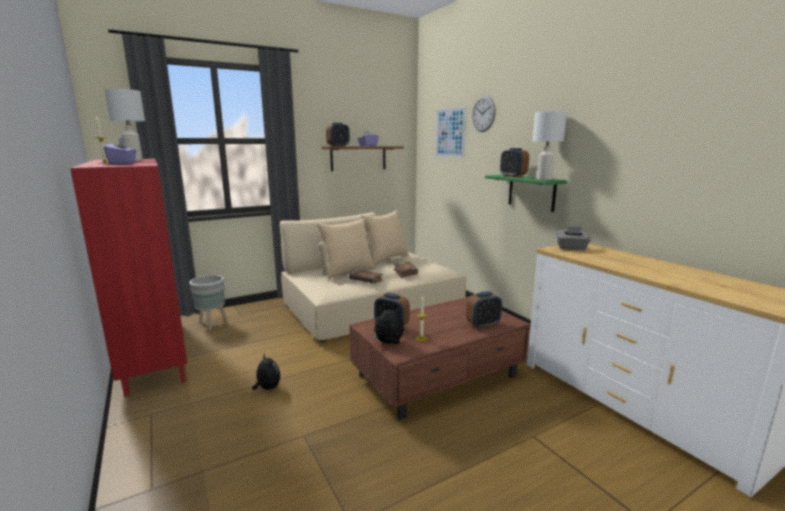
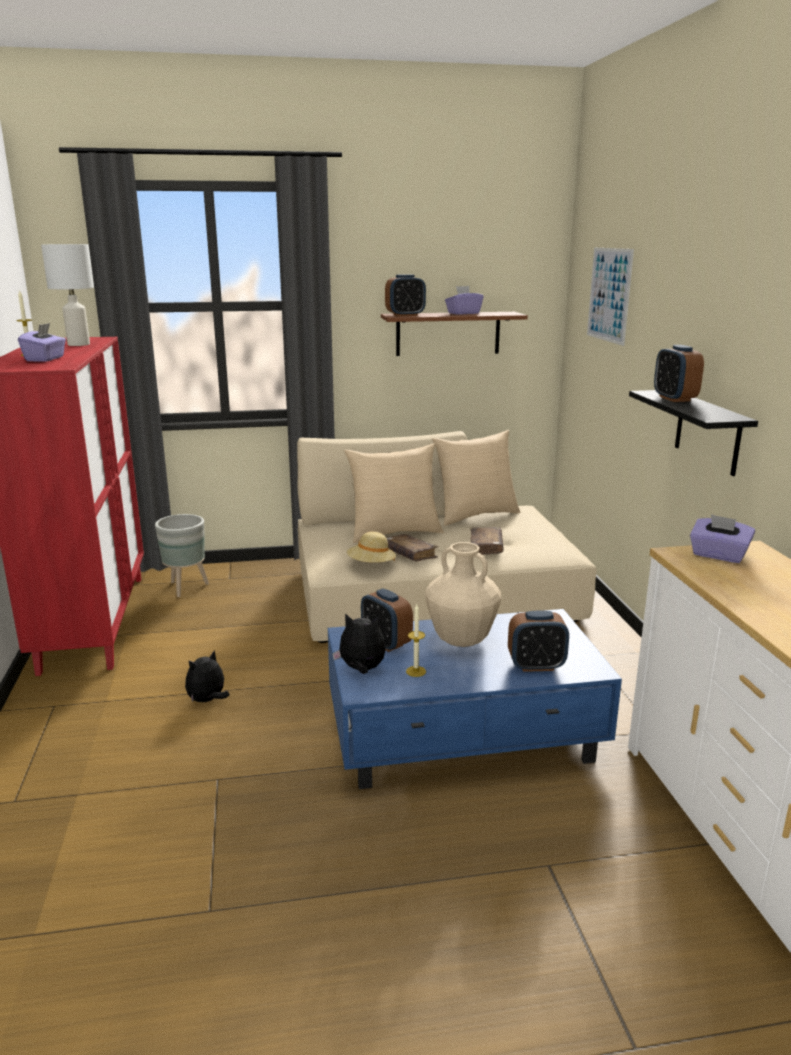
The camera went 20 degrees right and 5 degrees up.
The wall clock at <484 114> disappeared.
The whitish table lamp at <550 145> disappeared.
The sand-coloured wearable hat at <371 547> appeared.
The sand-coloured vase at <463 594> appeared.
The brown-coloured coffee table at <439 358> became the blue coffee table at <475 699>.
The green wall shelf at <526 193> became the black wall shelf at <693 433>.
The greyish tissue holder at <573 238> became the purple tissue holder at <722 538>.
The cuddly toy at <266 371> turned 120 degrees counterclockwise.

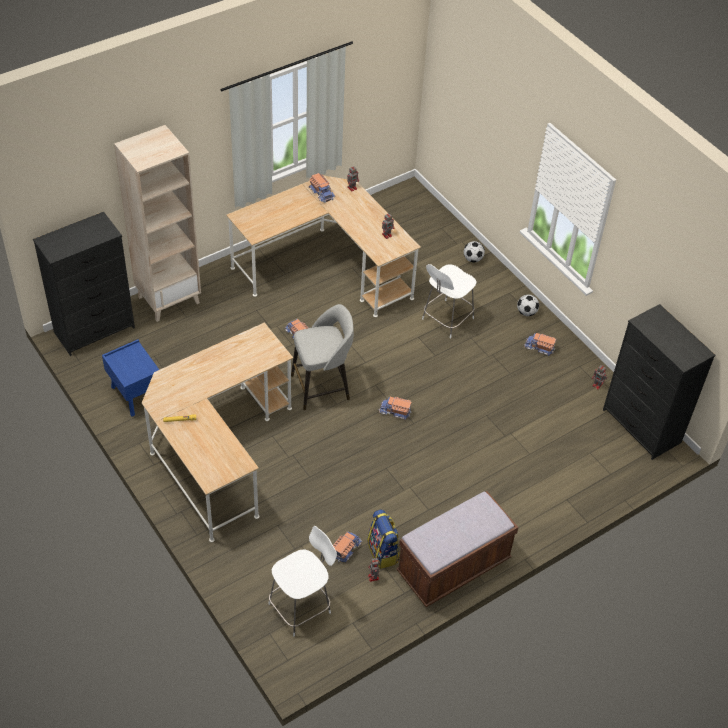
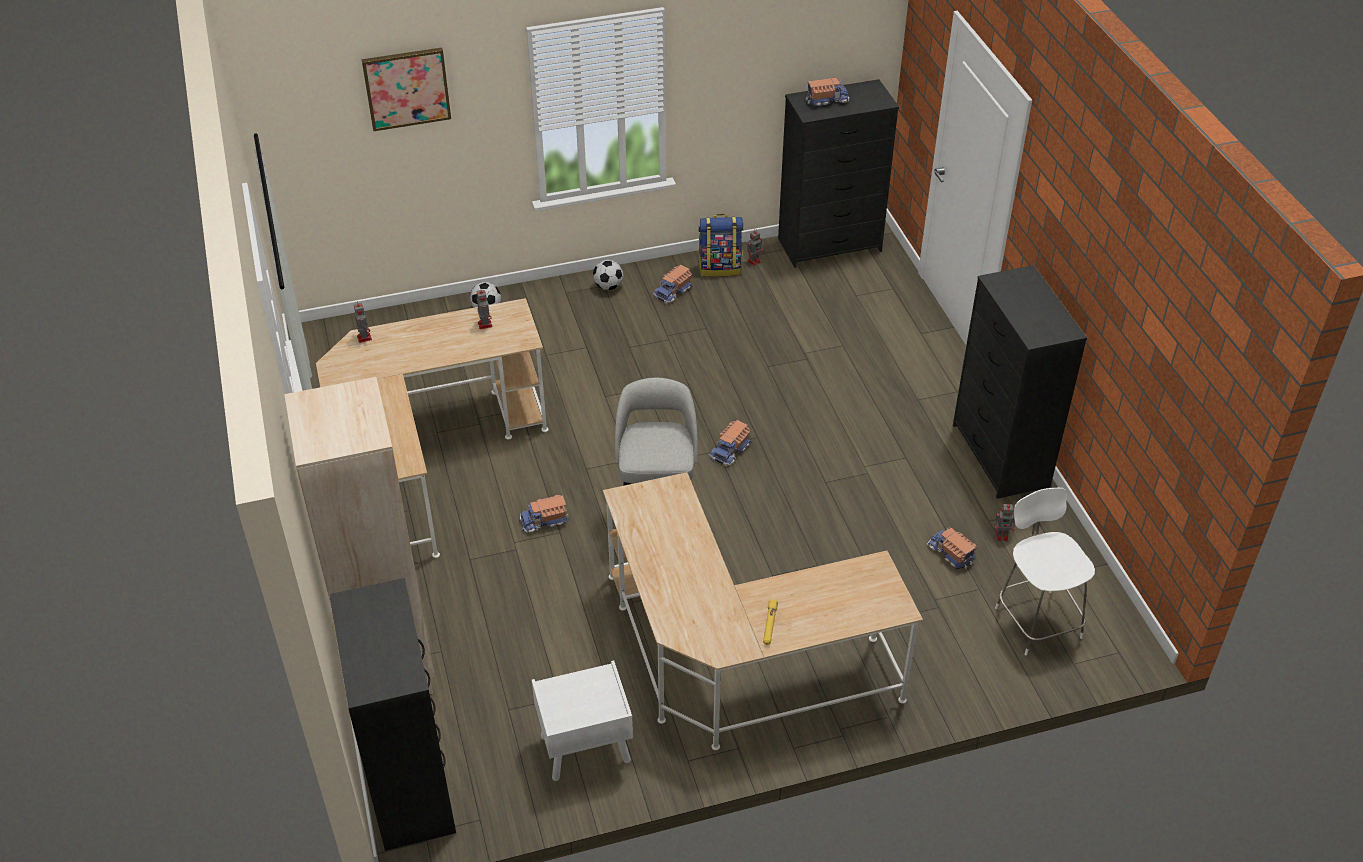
The camera went 70 degrees left and 5 degrees down.
The whitish chair at <449 301> disappeared.
The wall art at <406 89> appeared.
The toy lorry moved from <322 188> to <828 91>.
The backpack moved from <383 539> to <720 245>.
The brown-coloured bench at <457 549> was replaced by the black dresser at <1020 382>.
The blue night table at <130 378> became the whitish night table at <582 720>.

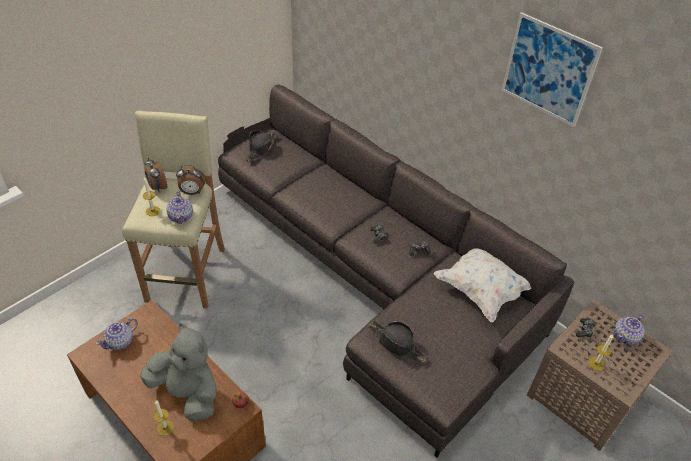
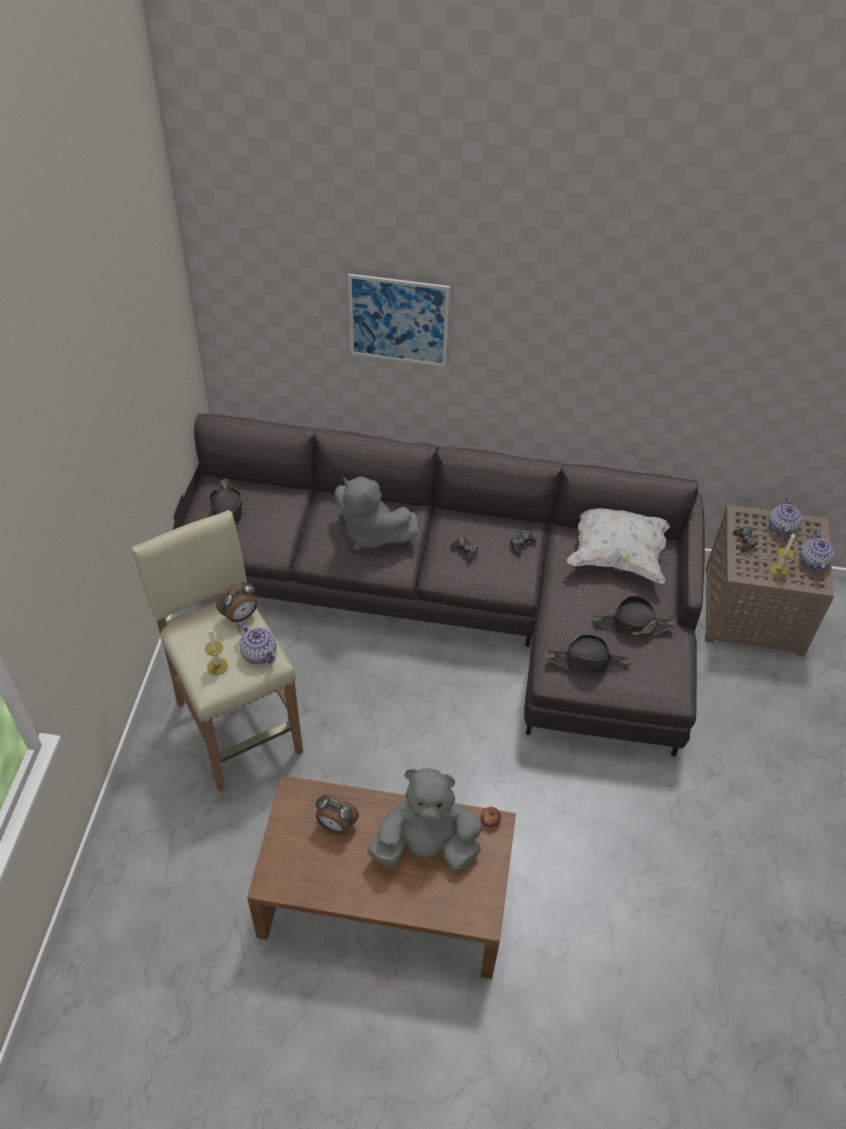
The camera went 35 degrees left and 5 degrees up.
The wax light at <163 418> disappeared.
The greyish cuddly toy at <377 513> appeared.
The black wearable hat at <634 615> appeared.
The teapot moved from <117 334> to <817 551>.
The bedside clock moved from <156 174> to <337 814>.
The wall art moved from <552 69> to <399 320>.

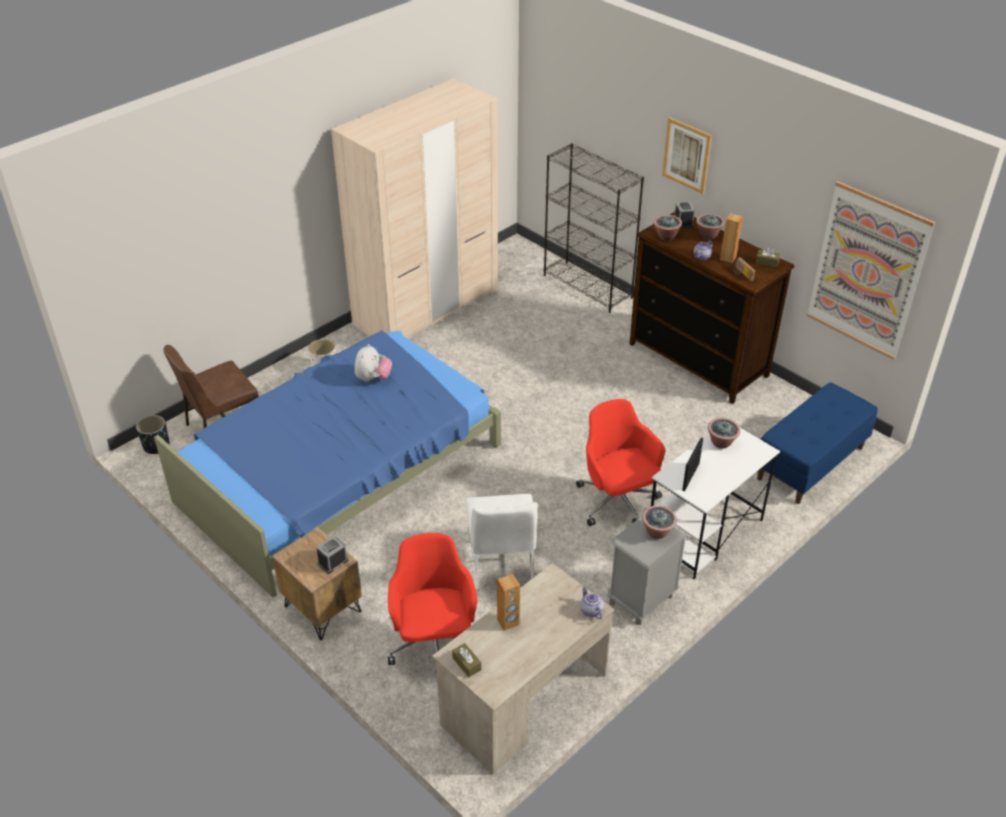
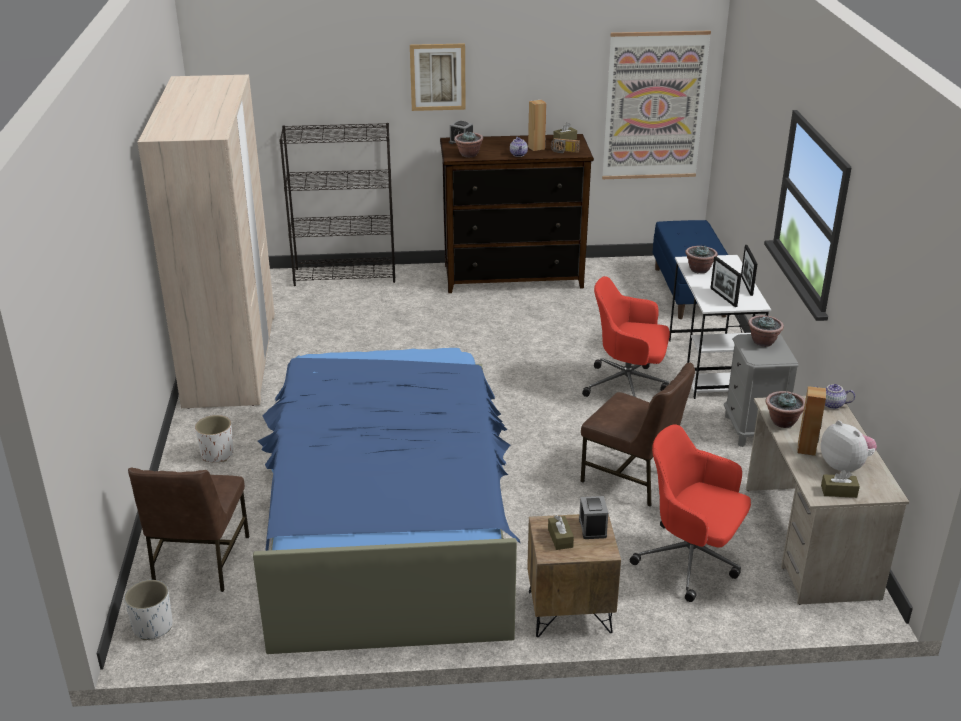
The camera went 50 degrees left and 10 degrees down.
The brown-coloured tissue holder at <561 532> appeared.
The photo frame at <749 270> appeared.
The cuddly toy moved from <373 363> to <848 446>.
The plant in a pot moved from <710 227> to <785 409>.
The black plant pot at <153 434> became the whitish plant pot at <148 610>.
The whitish chair at <501 542> became the brown-coloured chair at <637 435>.

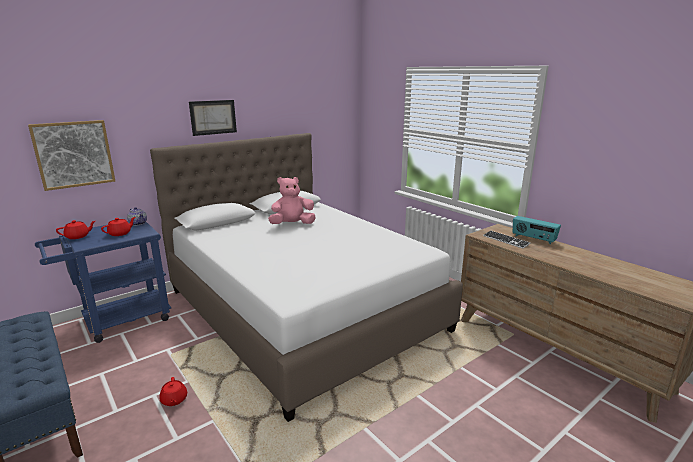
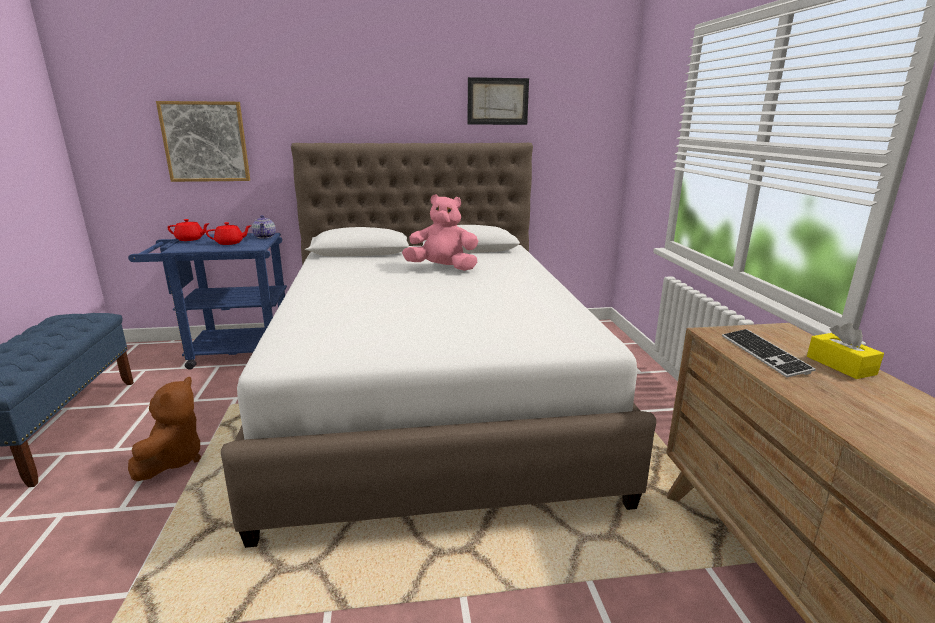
The camera went 30 degrees right and 0 degrees up.
The wall art moved from <213 118> to <498 101>.
The red teapot at <173 391> was replaced by the brown-coloured cuddly toy at <164 429>.
The radio at <537 230> was replaced by the yellow tissue holder at <845 351>.

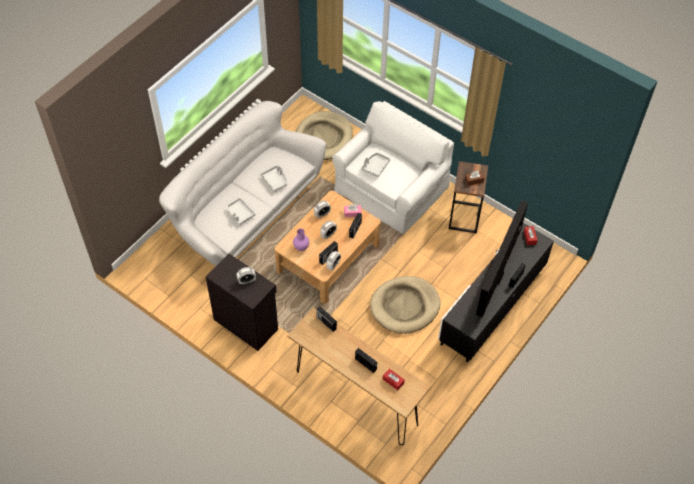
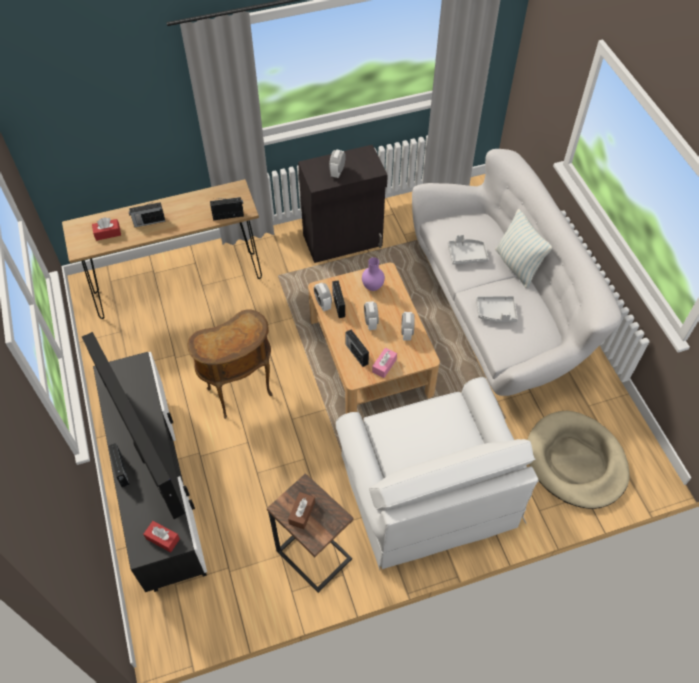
The camera went 125 degrees right and 0 degrees up.
The greyish tray at <375 165> disappeared.
The cushion at <524 248> appeared.
The sand-coloured dog cushion at <405 305> was replaced by the brown-coloured accent table at <230 364>.

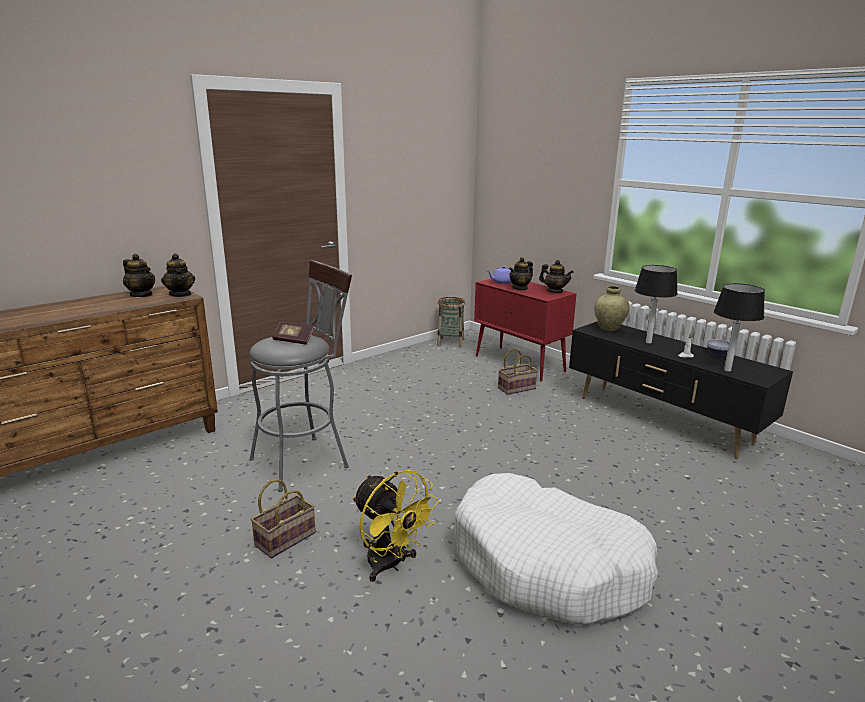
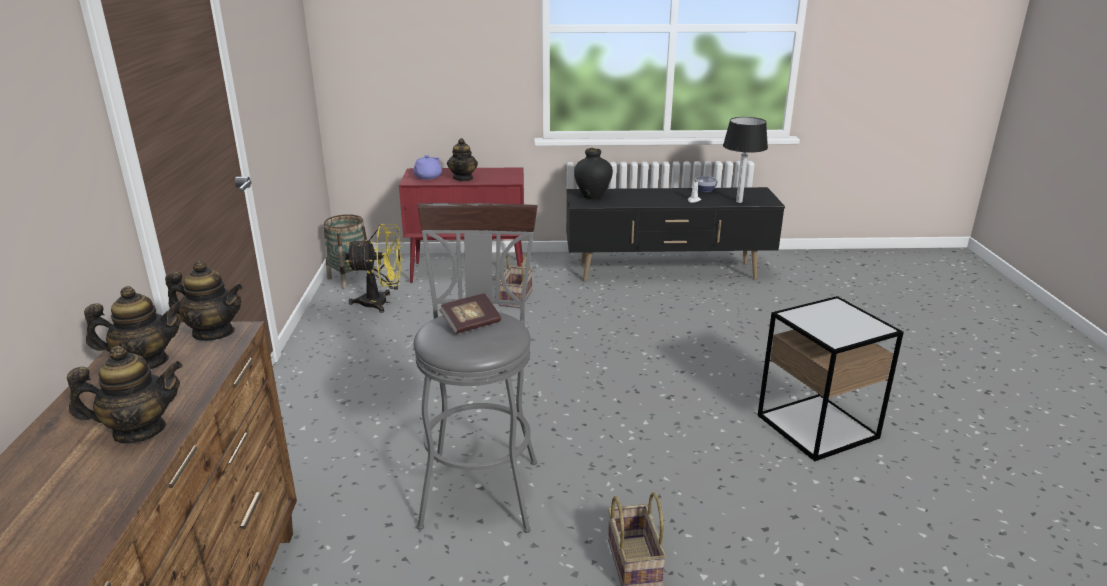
The camera went 50 degrees left and 5 degrees up.
The table lamp at <656 304> disappeared.
The yellow fan moved from <395 526> to <374 268>.
The teapot moved from <556 276> to <125 395>.
The whitish dog cushion at <556 549> was replaced by the accent table at <830 378>.
The sand-coloured vase at <612 308> became the black vase at <593 173>.

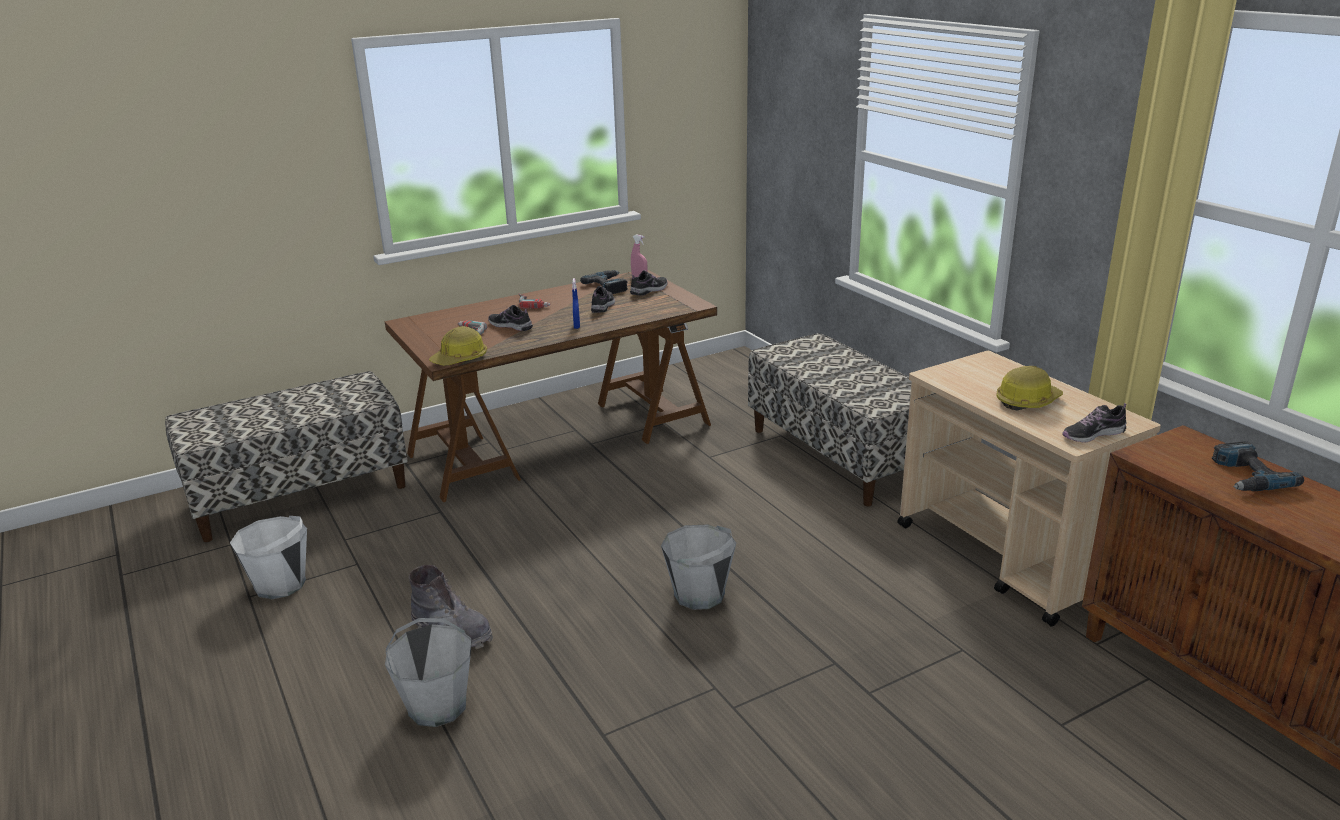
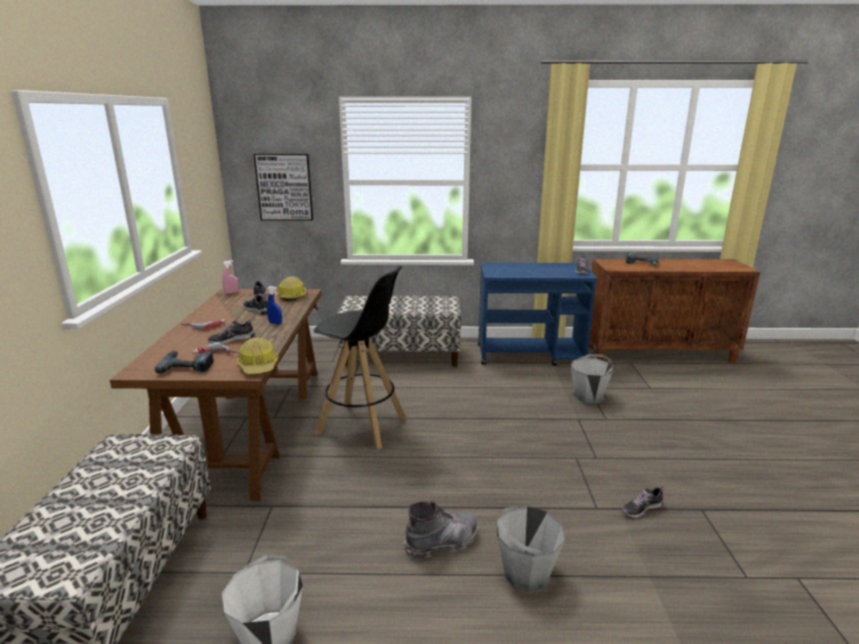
The camera went 60 degrees left and 5 degrees down.
The wall art at <283 187> appeared.
The black stool at <360 357> appeared.
The shoe at <642 502> appeared.
The electric drill moved from <604 282> to <184 362>.
The greyish bucket moved from <698 567> to <592 379>.
The work helmet moved from <1029 388> to <292 288>.
The sand-coloured wheeled cart at <1029 489> became the blue wheeled cart at <538 314>.

